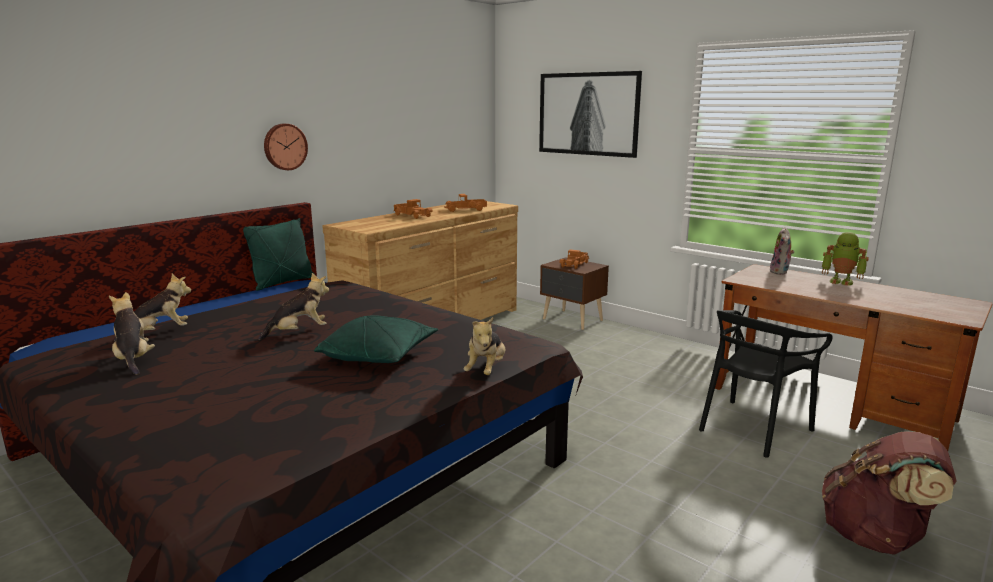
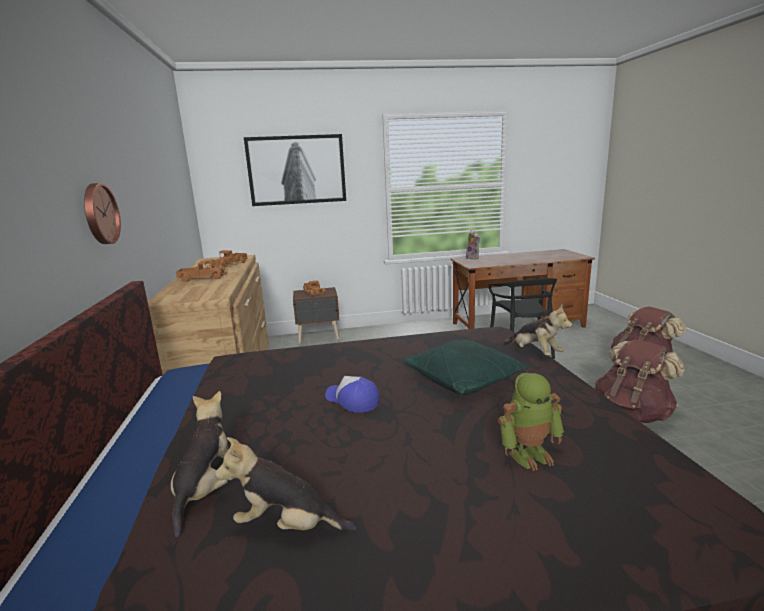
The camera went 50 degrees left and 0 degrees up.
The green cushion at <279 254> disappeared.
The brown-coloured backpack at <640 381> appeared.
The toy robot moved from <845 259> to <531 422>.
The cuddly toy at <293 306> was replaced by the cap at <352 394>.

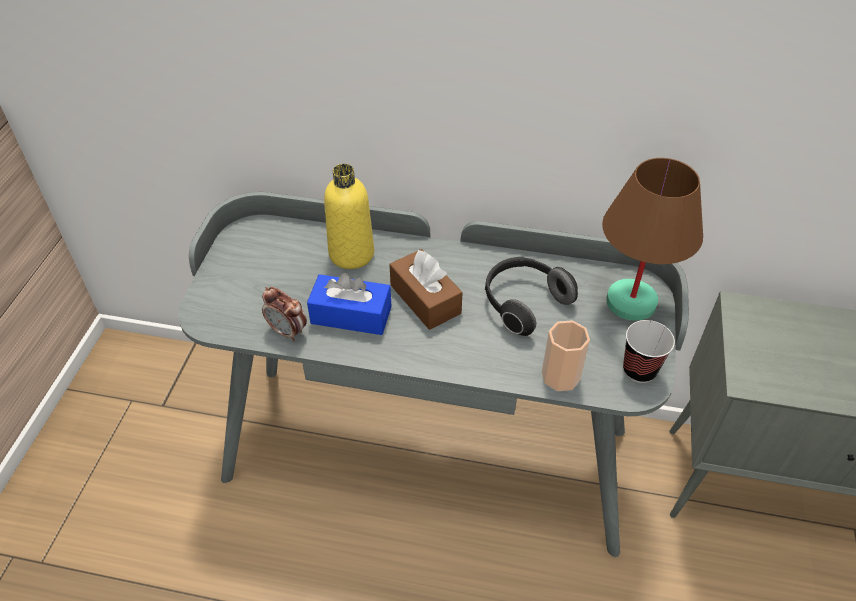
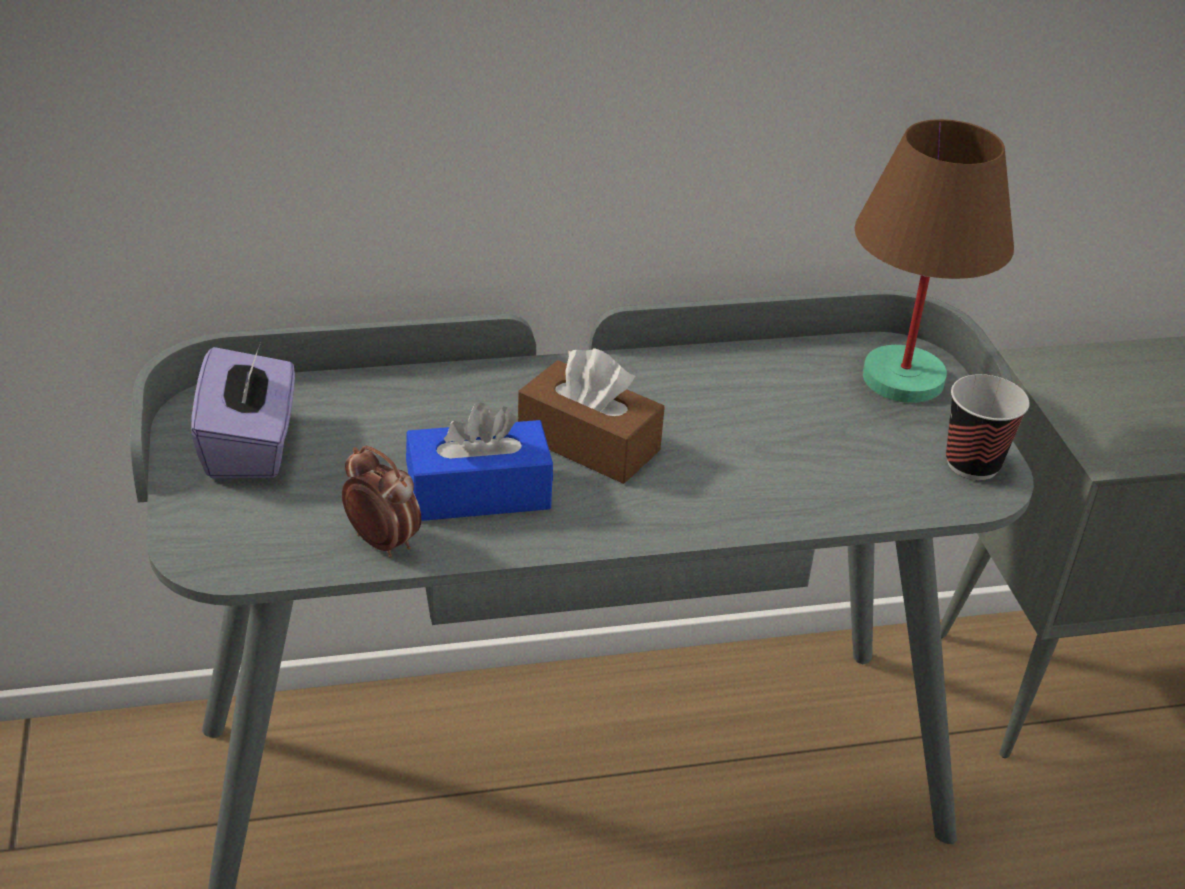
The camera went 25 degrees left and 10 degrees down.
The yellow bottle at <349 216> disappeared.
The headset at <531 296> disappeared.
The drinking cup at <566 355> disappeared.
The purple tissue holder at <243 410> appeared.
The bedside clock at <284 314> turned 150 degrees counterclockwise.

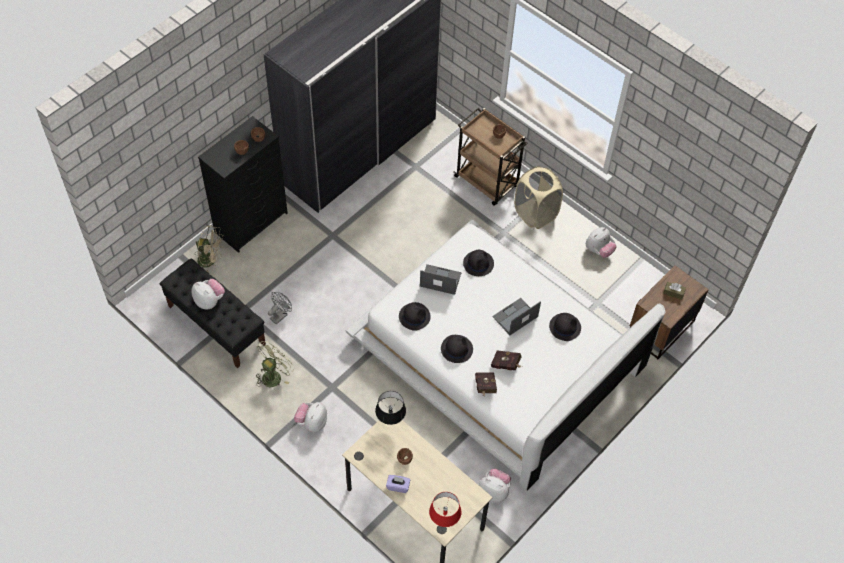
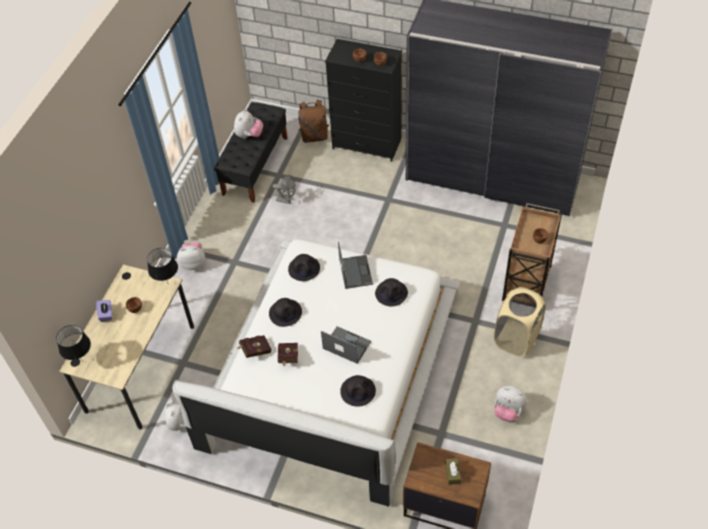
The camera went 70 degrees right and 5 degrees down.
The green fan at <275 364> disappeared.
The sand-coloured fan at <209 249> was replaced by the brown-coloured backpack at <313 121>.
The red table lamp at <445 509> became the black table lamp at <73 343>.

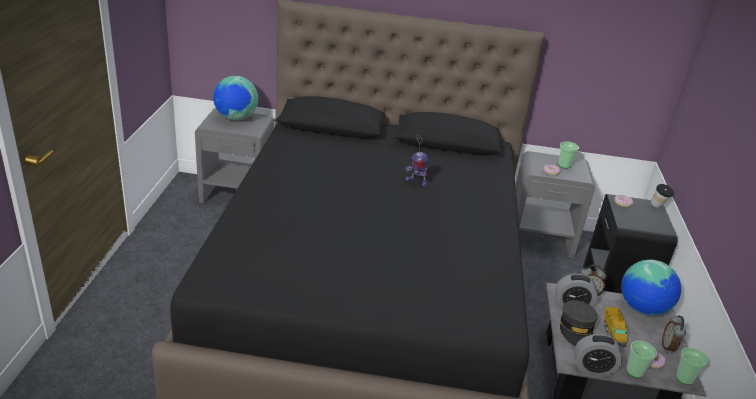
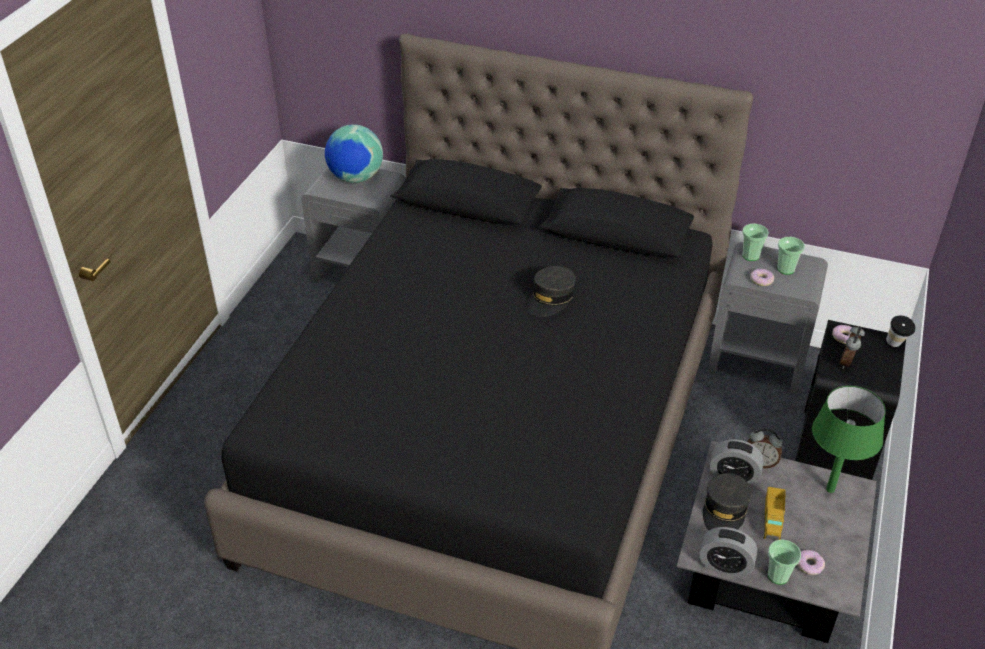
The camera went 15 degrees right and 10 degrees up.
The bedside clock moved from <674 334> to <852 347>.
The drinking cup moved from <692 366> to <755 242>.
The toy robot at <416 160> was replaced by the greyish cap at <552 291>.
The globe at <651 288> was replaced by the green table lamp at <849 439>.

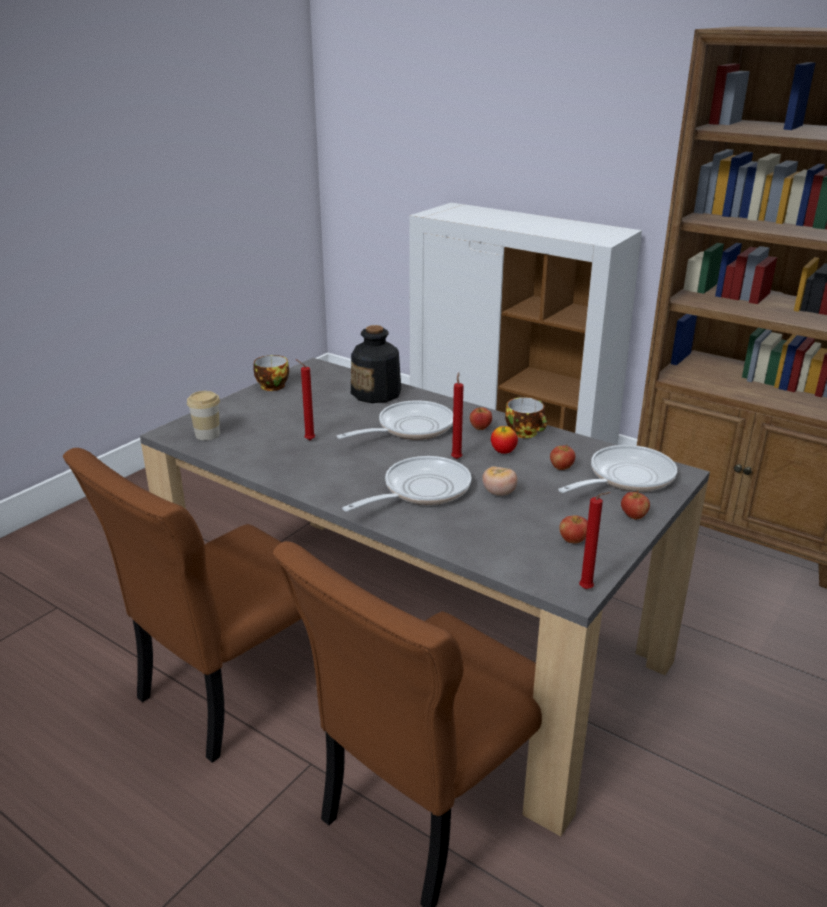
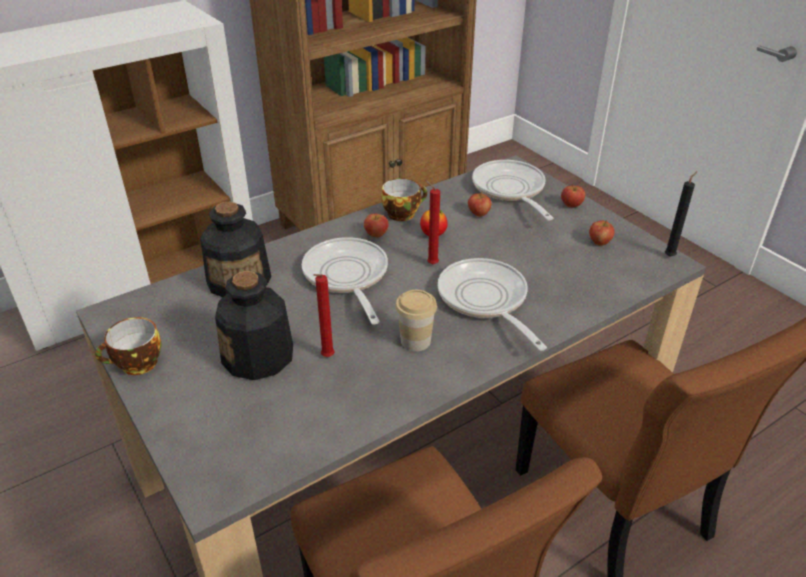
The camera went 70 degrees left and 10 degrees up.
The whole tomato at <499 481> disappeared.
The bottle at <254 325> appeared.
The drinking cup moved from <203 415> to <416 320>.
The red wax light at <595 540> became the black wax light at <681 214>.

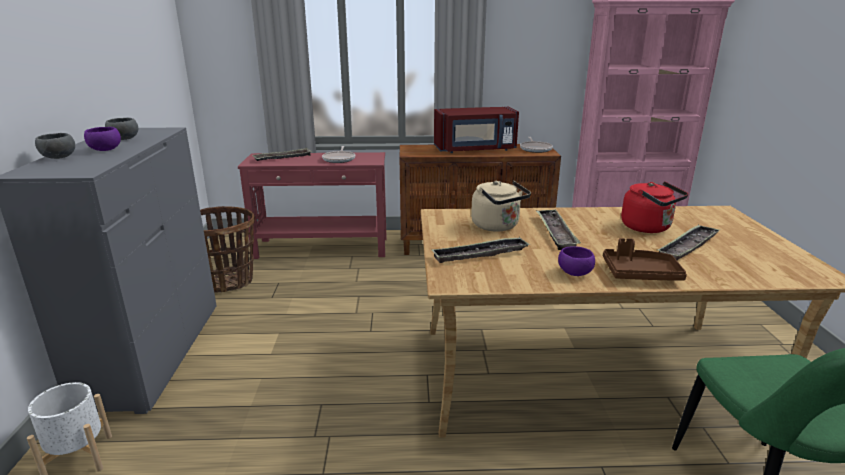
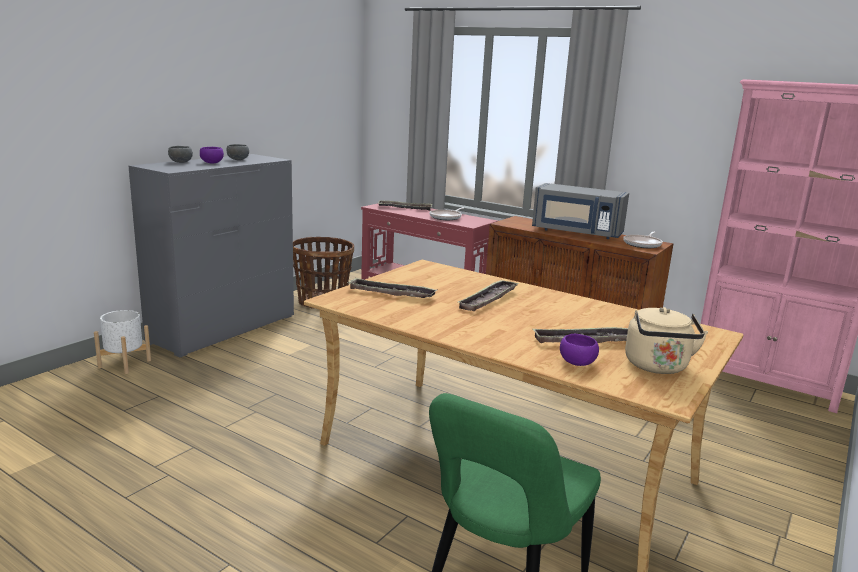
The camera went 35 degrees right and 5 degrees down.
The brown-coloured tray at <645 259> disappeared.
The red tea kettle at <654 207> disappeared.
The sand-coloured tea kettle moved from <501 206> to <666 340>.
The purple serving bowl moved from <576 261> to <579 350>.
The red kitchen microwave at <476 130> became the greyish kitchen microwave at <580 211>.

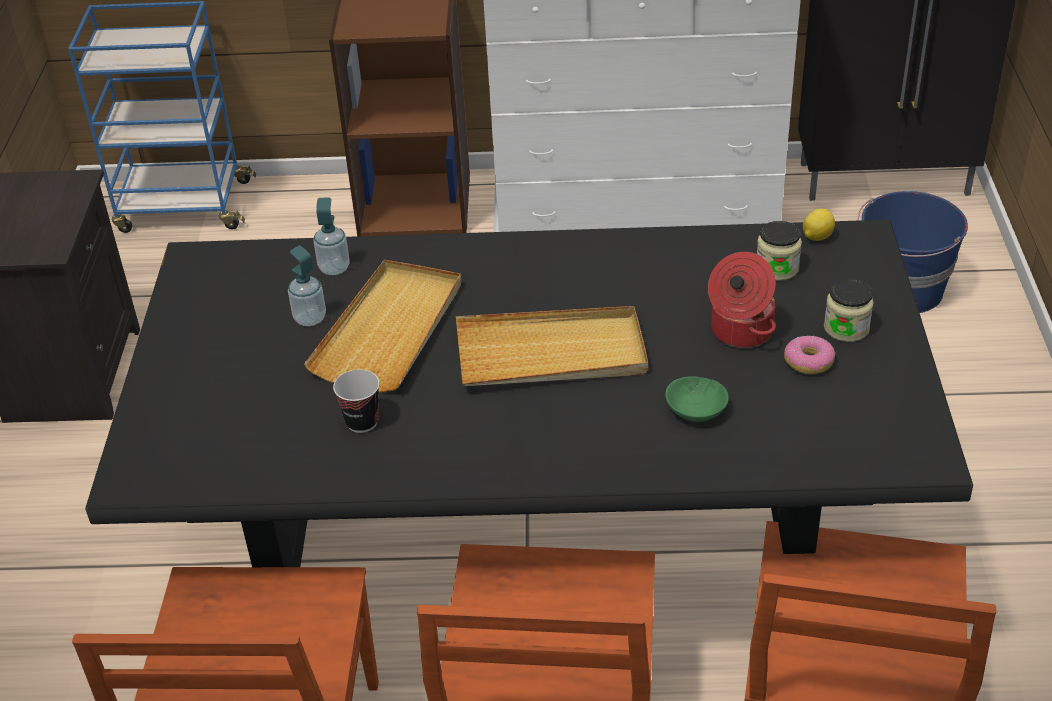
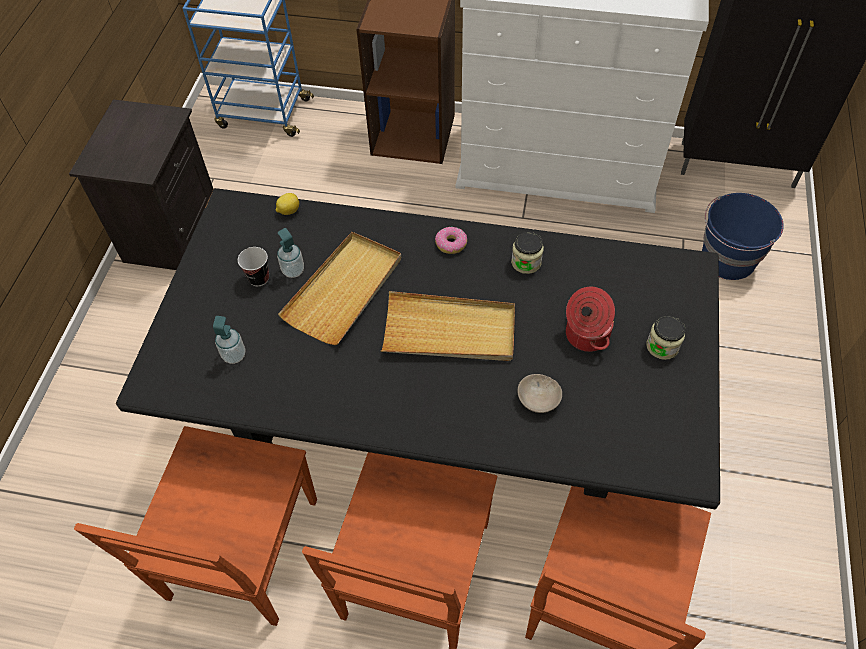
The camera went 10 degrees right and 15 degrees up.
The soap dispenser moved from <331 236> to <229 340>.
The drinking cup moved from <356 401> to <253 266>.
The jar moved from <779 251> to <527 253>.
The ring doughnut moved from <810 355> to <451 240>.
The citrus fruit moved from <819 225> to <287 204>.
The green serving bowl at <697 399> became the sand-coloured serving bowl at <540 393>.

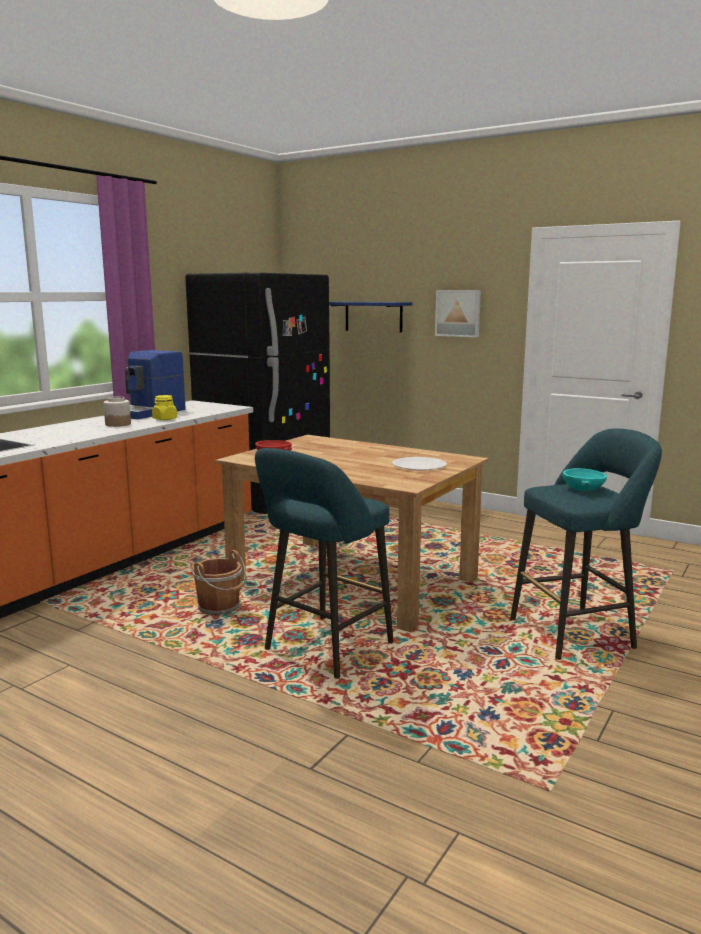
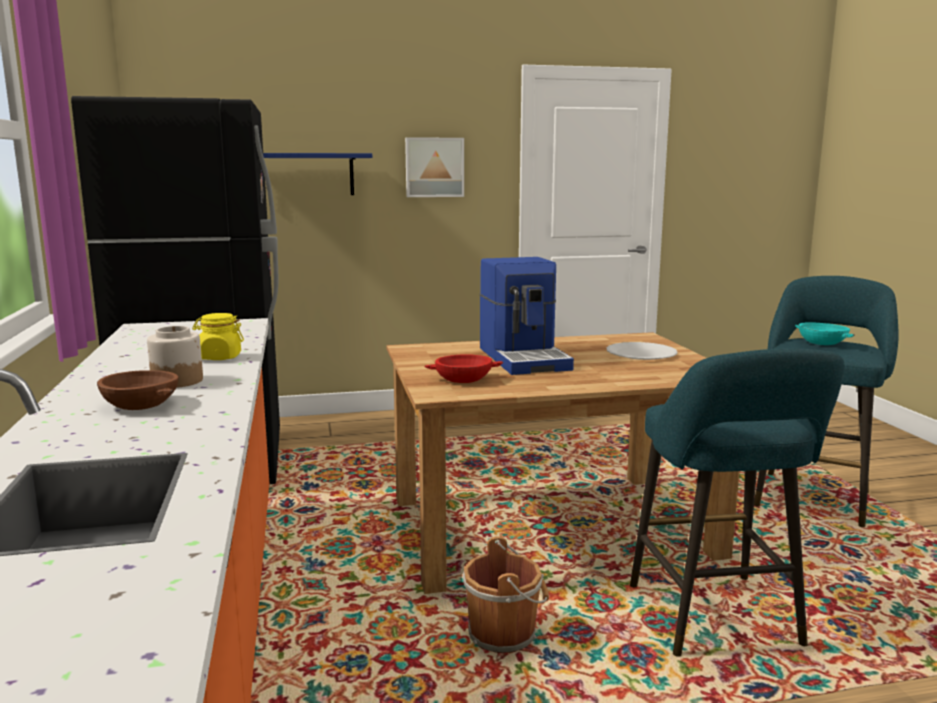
The camera went 45 degrees left and 0 degrees up.
The brown-coloured serving bowl at <137 390> appeared.
The coffee machine moved from <155 384> to <527 316>.

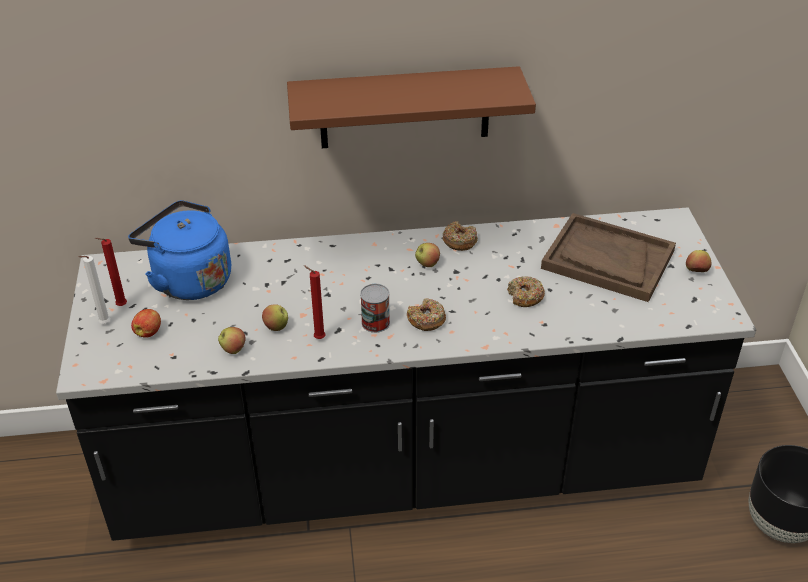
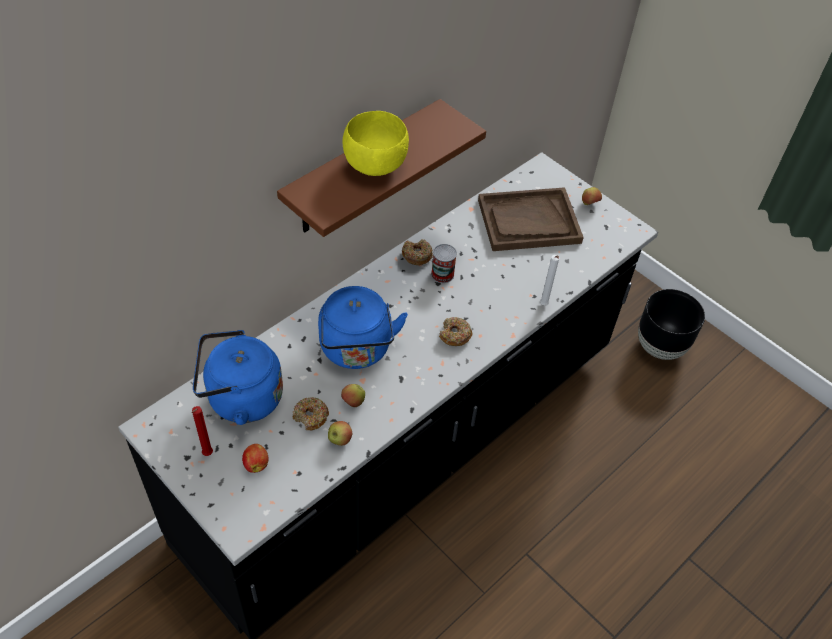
The camera went 40 degrees left and 10 degrees up.
The red wax light at <314 302> disappeared.
The whole apple at <427 255> disappeared.
The blue tea kettle at <363 327> appeared.
The yellow serving bowl at <375 143> appeared.
The whitish wax light moved from <94 290> to <549 280>.
The metal can moved from <375 308> to <444 263>.
The ring doughnut moved from <526 291> to <311 413>.

